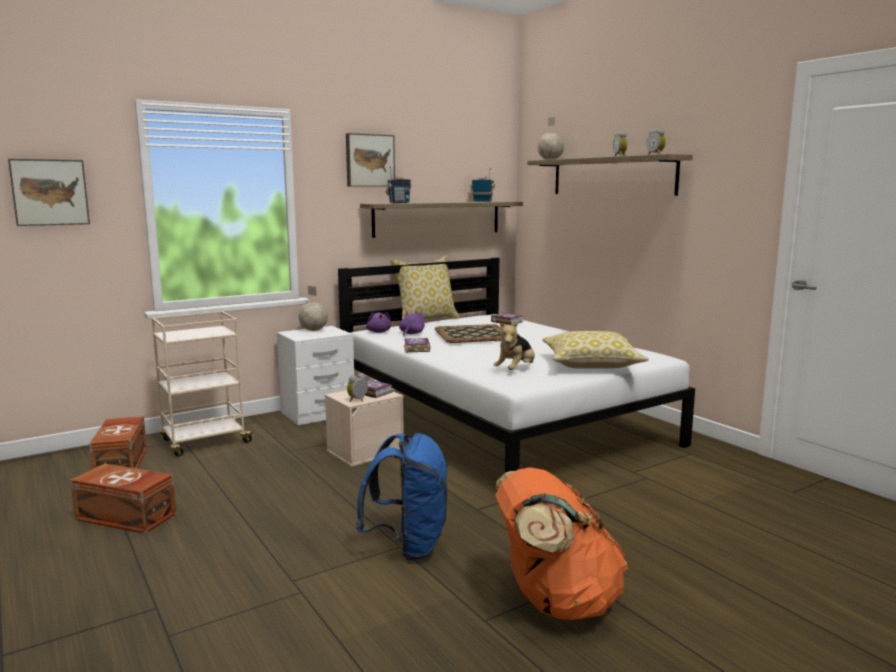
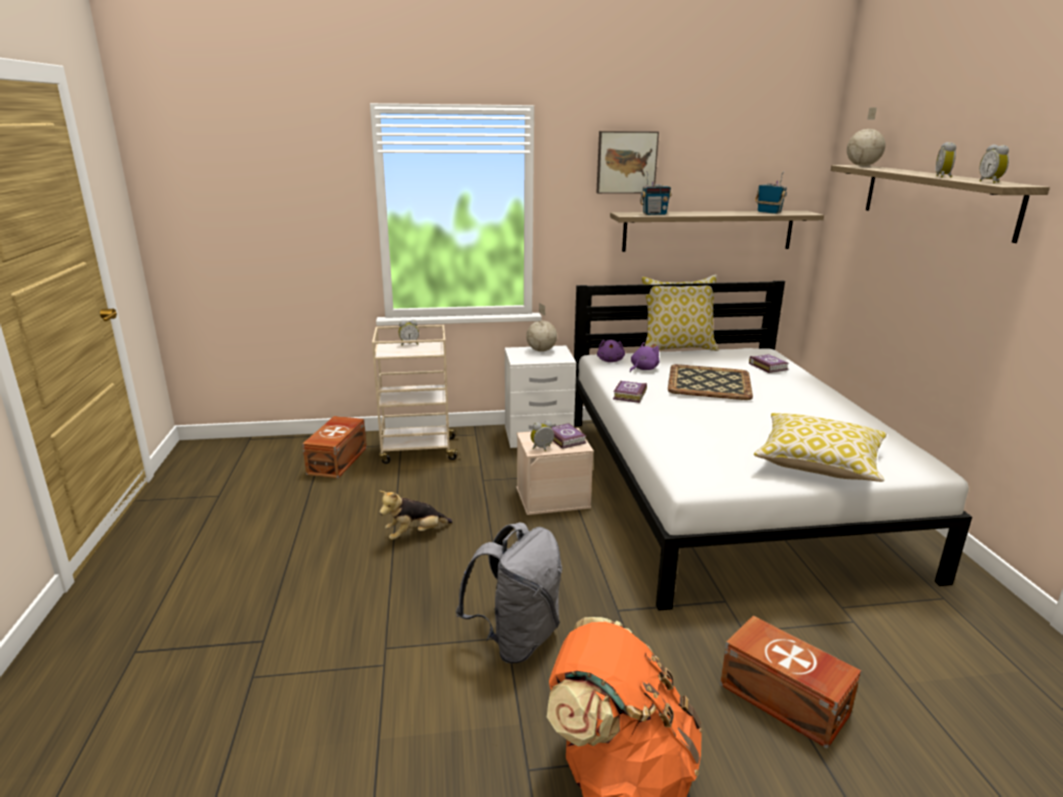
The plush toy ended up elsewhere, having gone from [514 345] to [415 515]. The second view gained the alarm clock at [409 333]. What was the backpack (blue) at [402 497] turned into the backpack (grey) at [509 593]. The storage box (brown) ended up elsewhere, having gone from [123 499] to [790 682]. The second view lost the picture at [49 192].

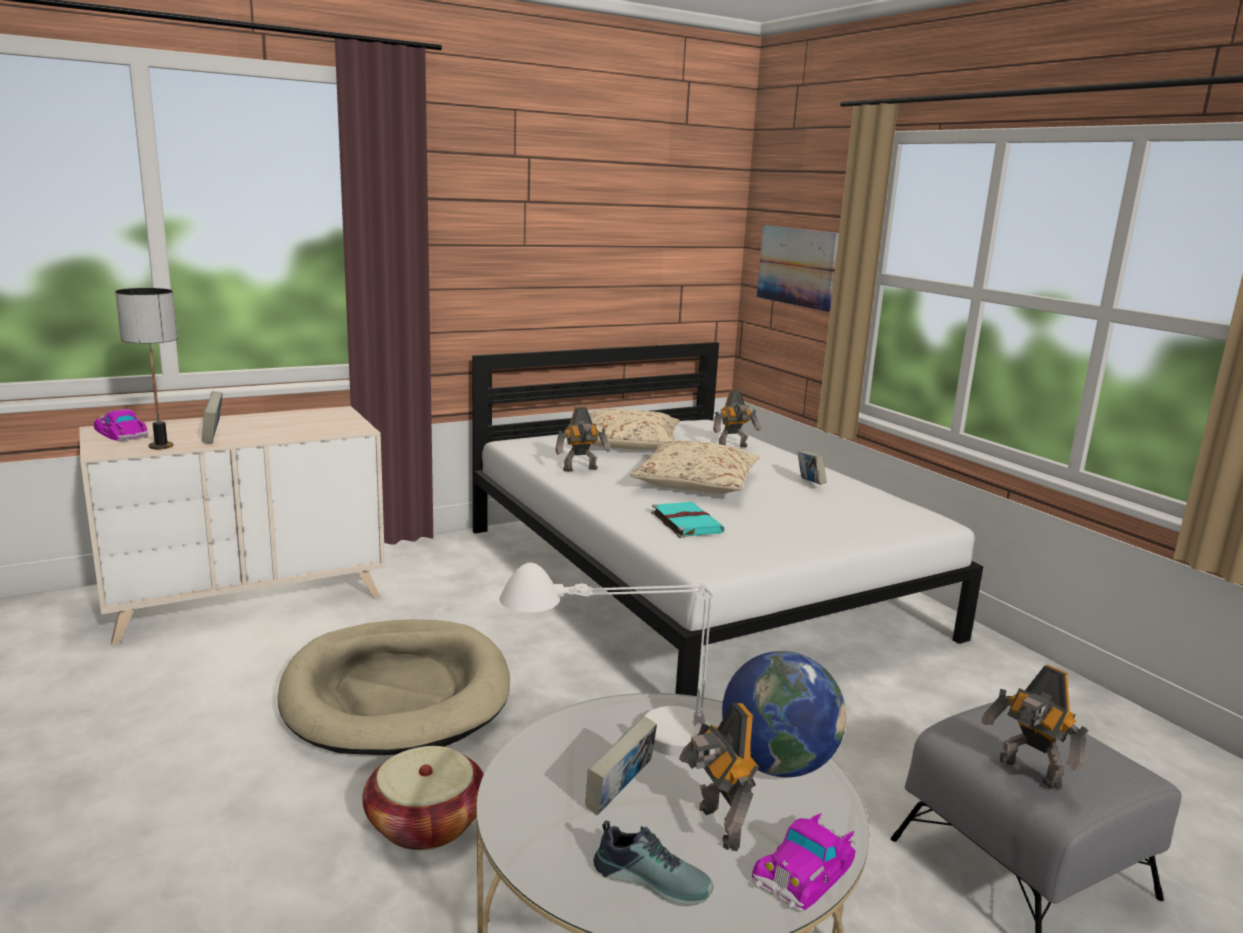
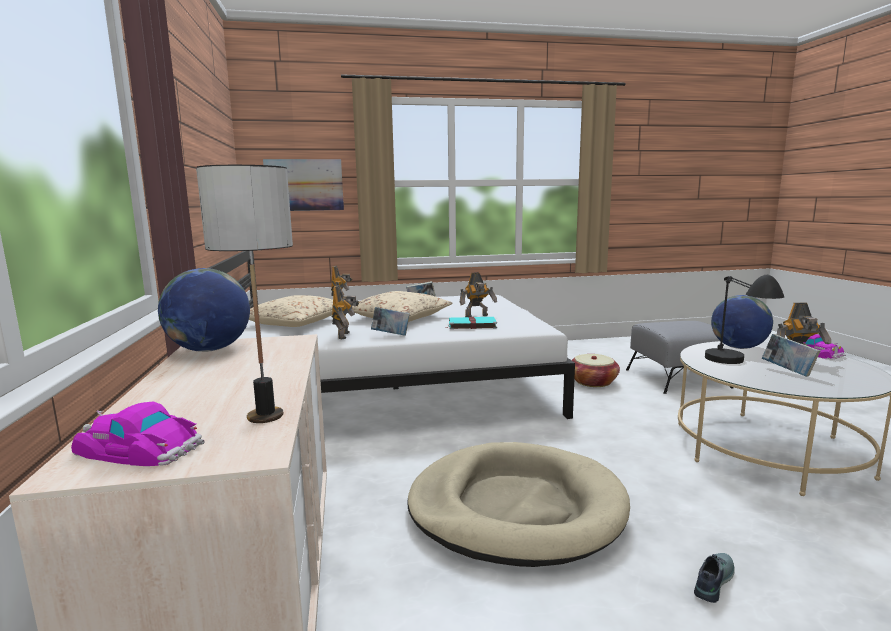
The toy car at [121 425] ended up facing another way, 45 degrees clockwise from before. The second view gained the globe at [204 310]. The book ended up elsewhere, having gone from [212 417] to [390 321]. The toy robot ended up elsewhere, having gone from [1035 727] to [478 294]. The basket ended up elsewhere, having gone from [423 798] to [596 370]. The shoe ended up elsewhere, having gone from [654 863] to [714 578]. What was the table lamp (white) at [606 659] turned into the table lamp (black) at [744 319].

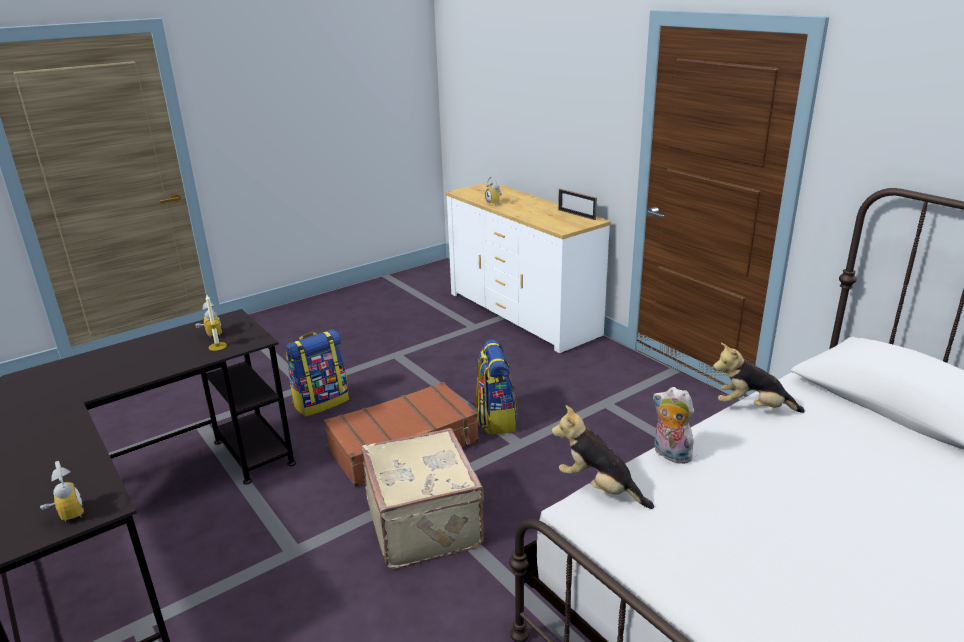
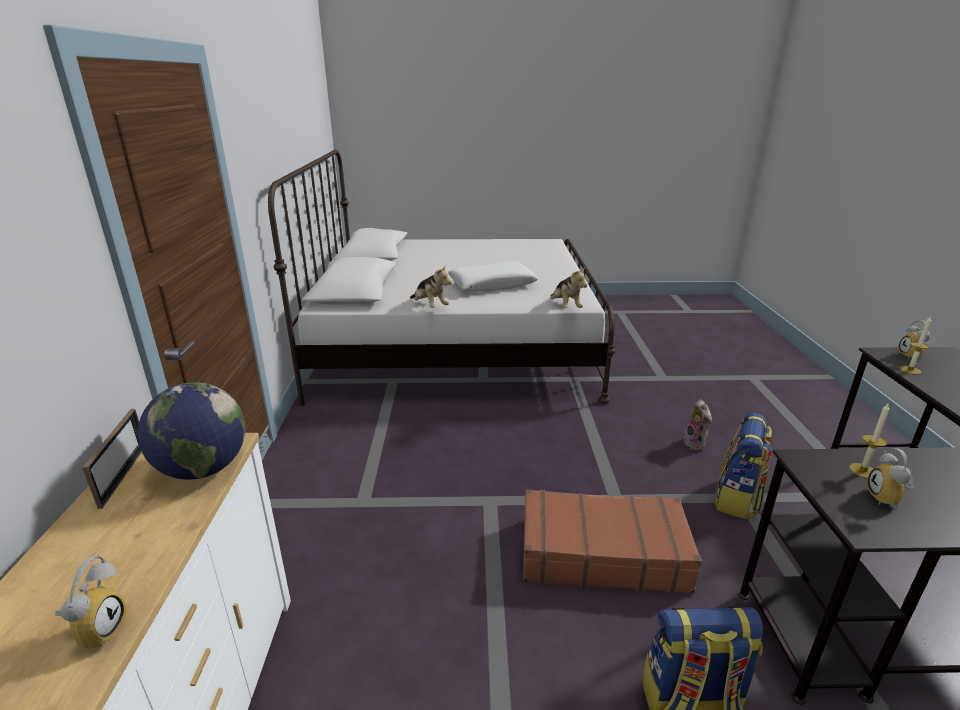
The second view gained the globe at [191 431]. The second view gained the pillow (white) at [493 276]. The plush toy ended up elsewhere, having gone from [674 425] to [698 425]. The backpack ended up elsewhere, having gone from [496 387] to [744 466]. The second view gained the candle at [916 345]. The second view lost the suitcase (beige) at [422 498].

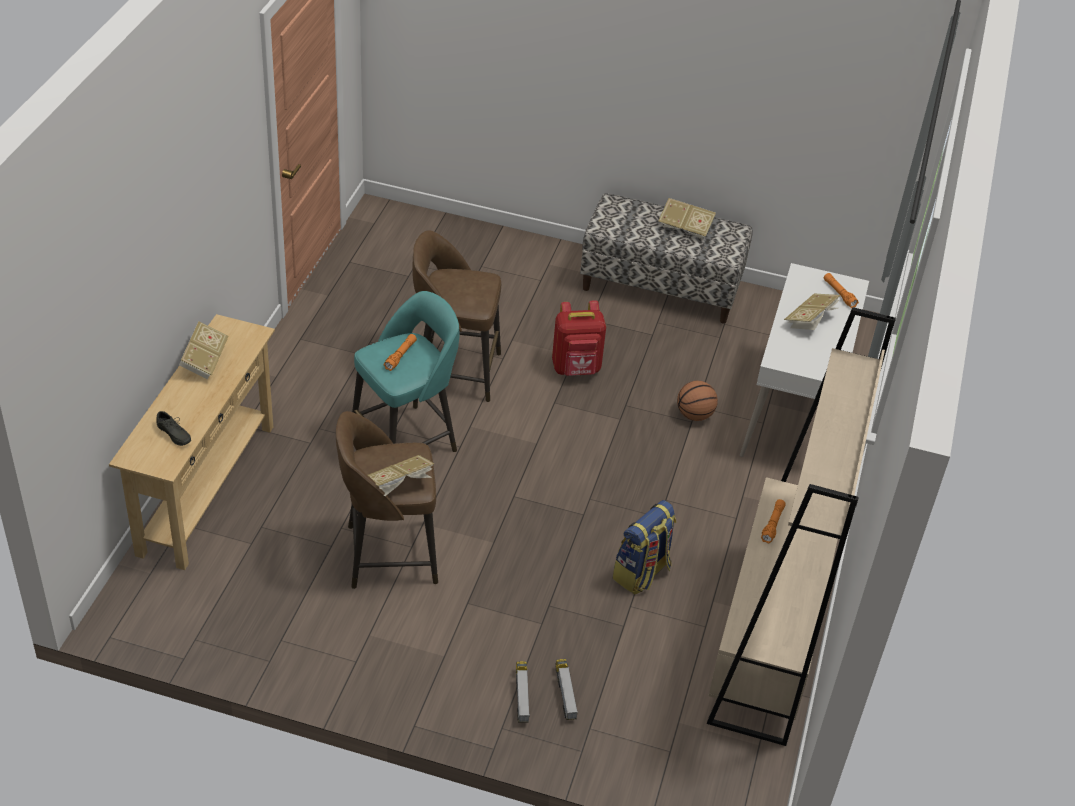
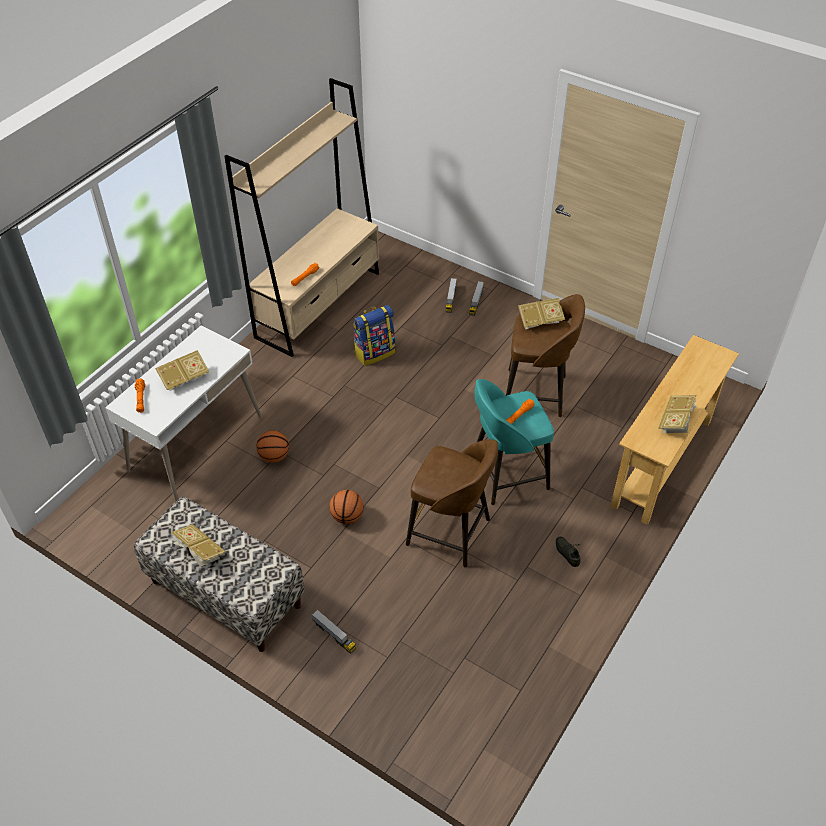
The second view gained the toy truck at [334 632]. Where the backpack (red) stood at [579 338], the basketball came to stand at [346 507]. The shoe (grey) ended up elsewhere, having gone from [173 428] to [568 551].

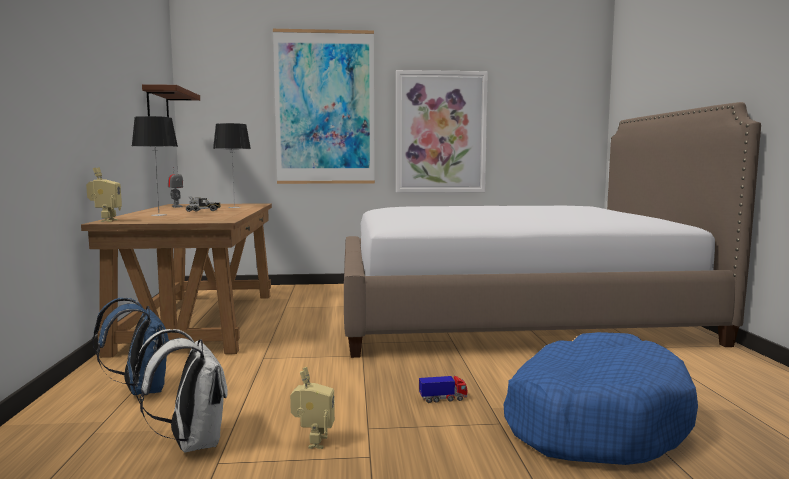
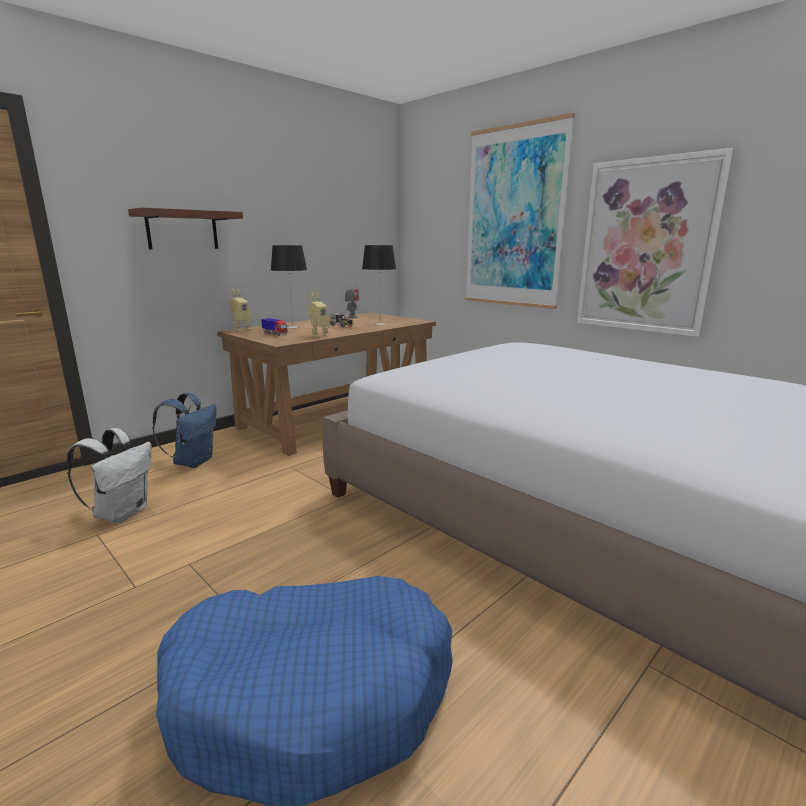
The shelf (brown) ended up elsewhere, having gone from [171 100] to [185 228]. The toy truck ended up elsewhere, having gone from [443 389] to [274 327]. The toy robot ended up elsewhere, having gone from [312 408] to [319 314].

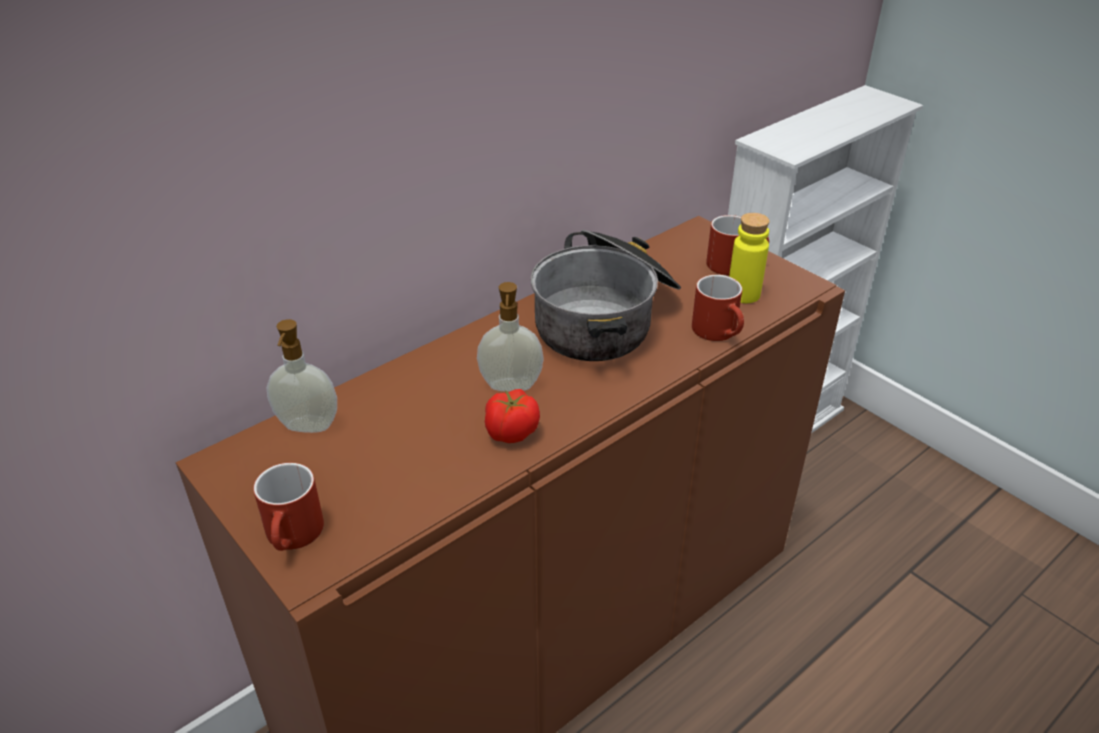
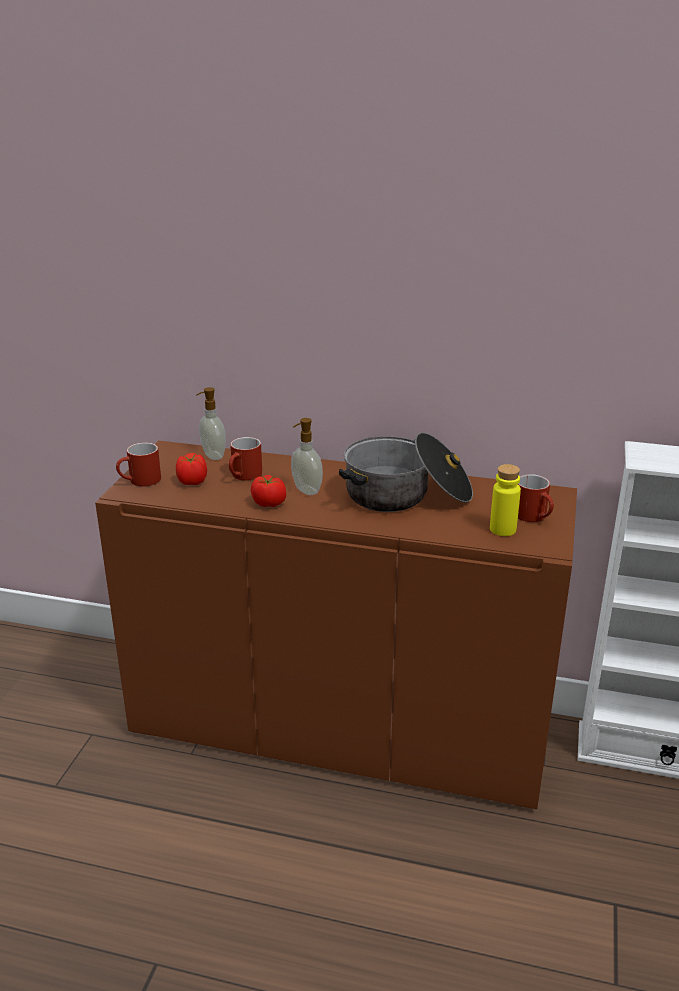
The second view gained the tomato at [191 469]. The mug (red) ended up elsewhere, having gone from [718 308] to [245 459].

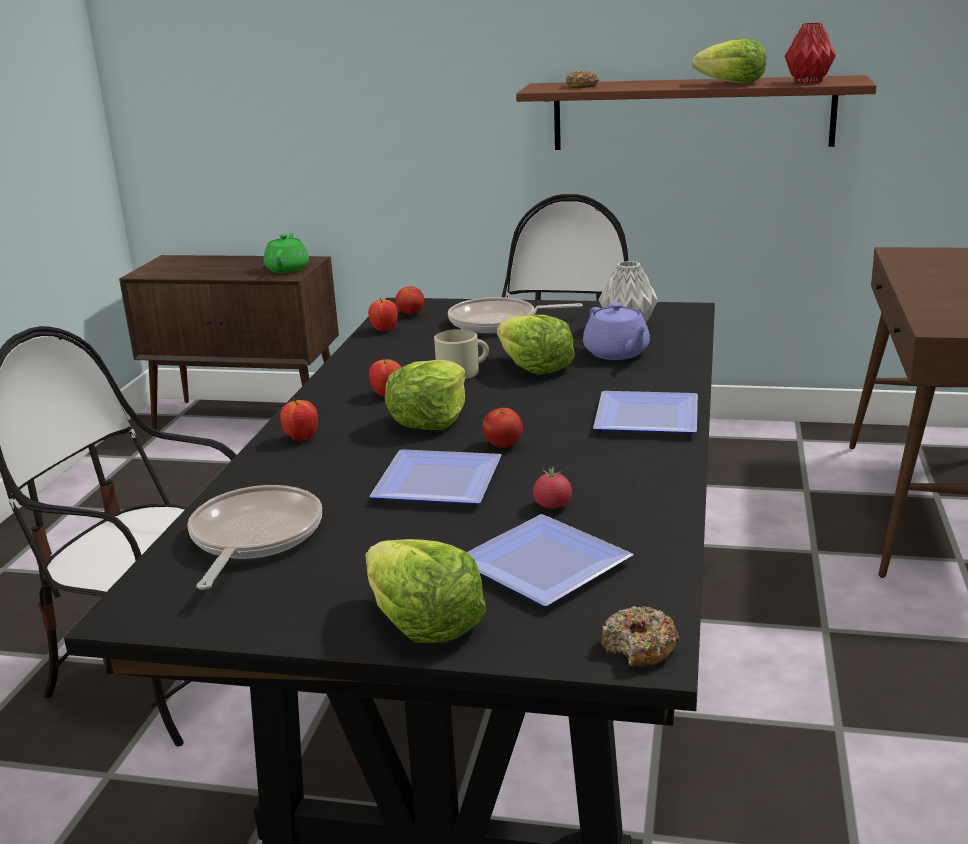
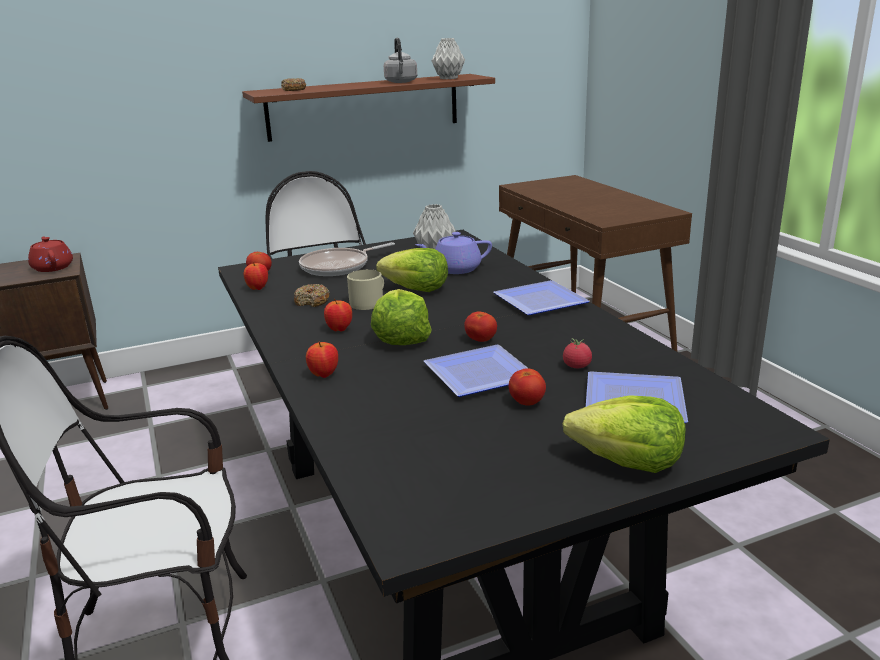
What was the teapot (green) at [286 253] turned into the teapot (red) at [50 254]. The donut ended up elsewhere, having gone from [640 636] to [312 295]. Where the lettuce stood at [729 61], the kettle (grey) came to stand at [400 60]. The teapot (purple) at [616 331] ended up facing another way, 135 degrees clockwise from before. What was the vase (red) at [810 53] turned into the vase (grey) at [448 58]. The second view gained the tomato at [527 387]. The second view lost the frying pan at [254 537].

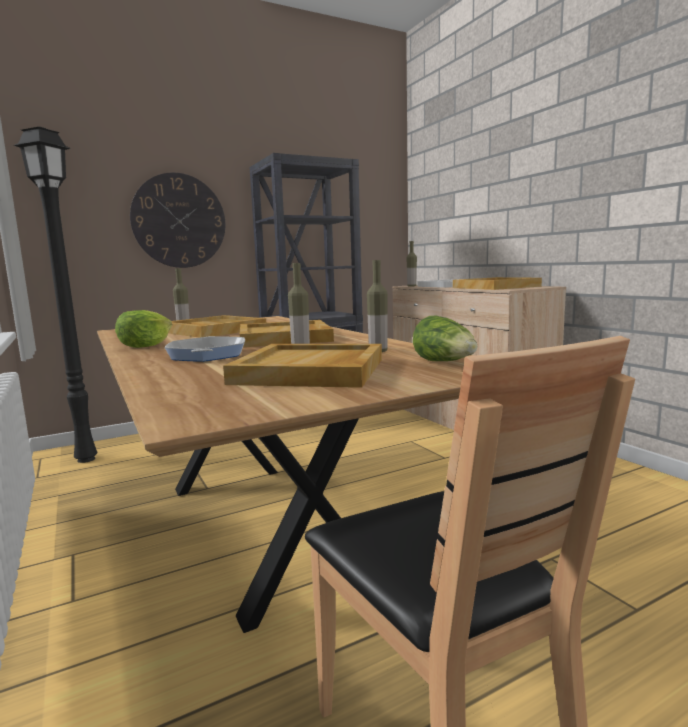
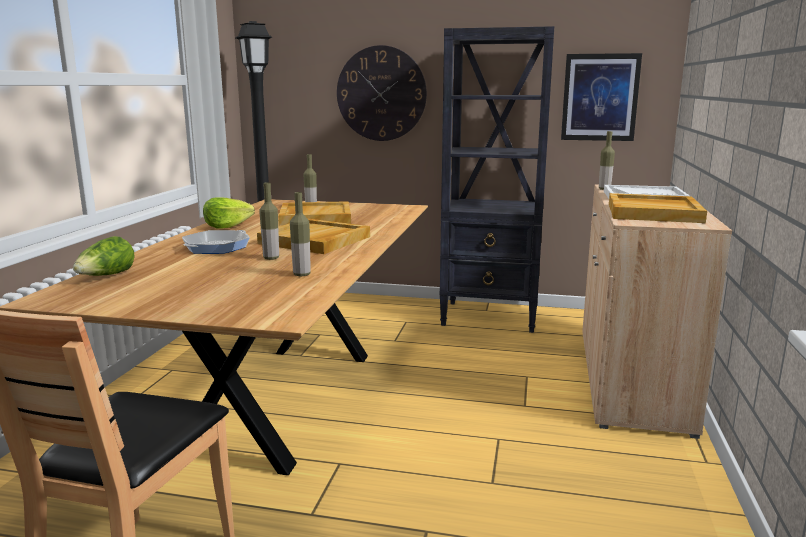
The lettuce ended up elsewhere, having gone from [445 338] to [104 256]. The second view gained the picture at [601 97]. The second view lost the tray (beige) at [302 366].

